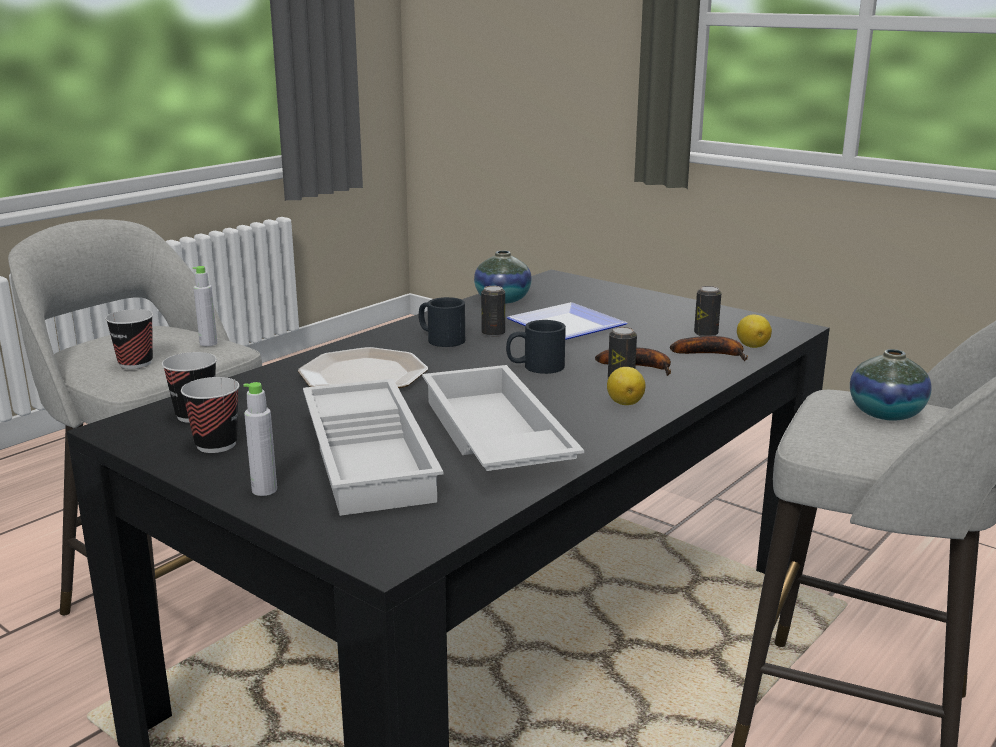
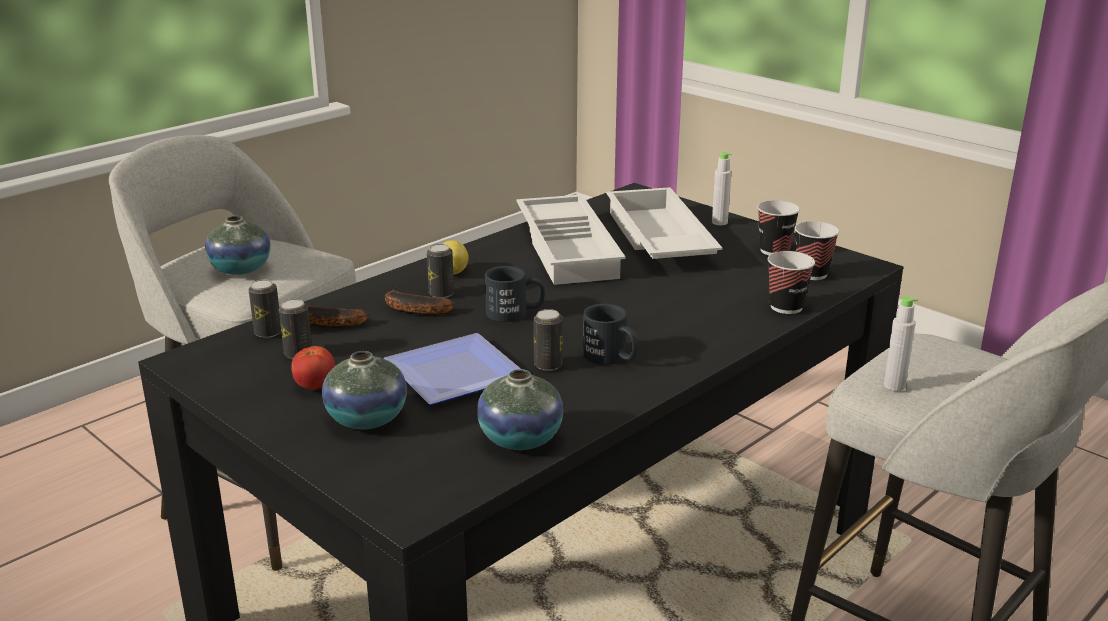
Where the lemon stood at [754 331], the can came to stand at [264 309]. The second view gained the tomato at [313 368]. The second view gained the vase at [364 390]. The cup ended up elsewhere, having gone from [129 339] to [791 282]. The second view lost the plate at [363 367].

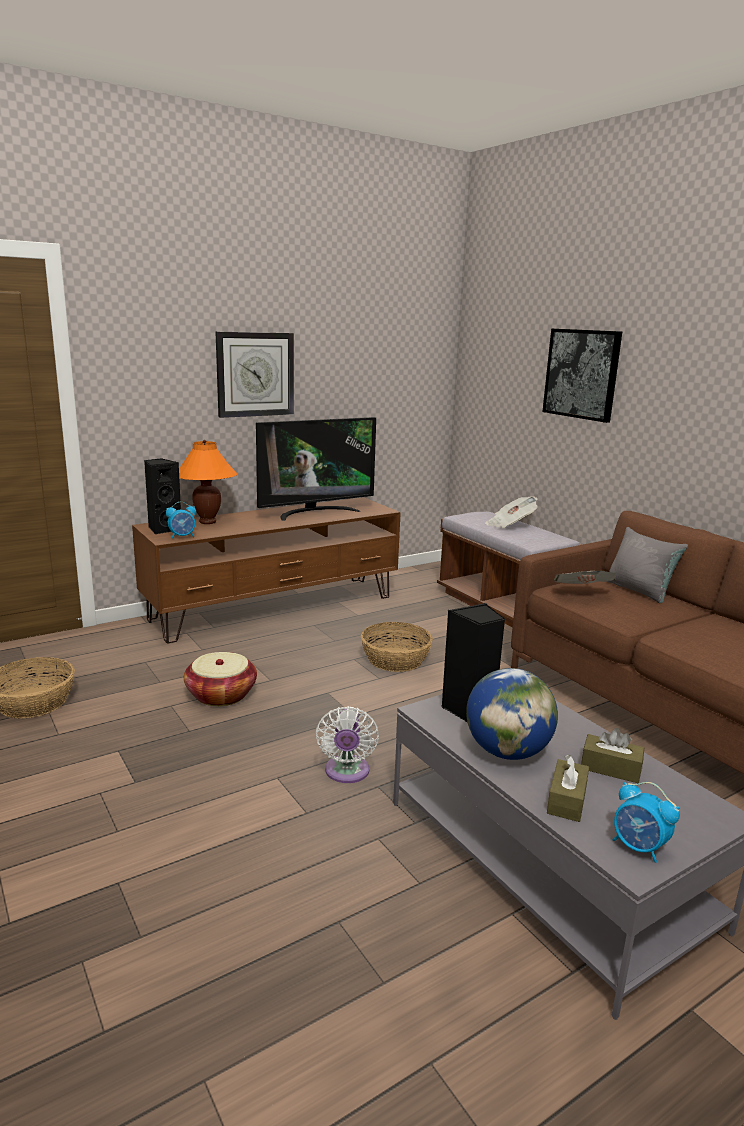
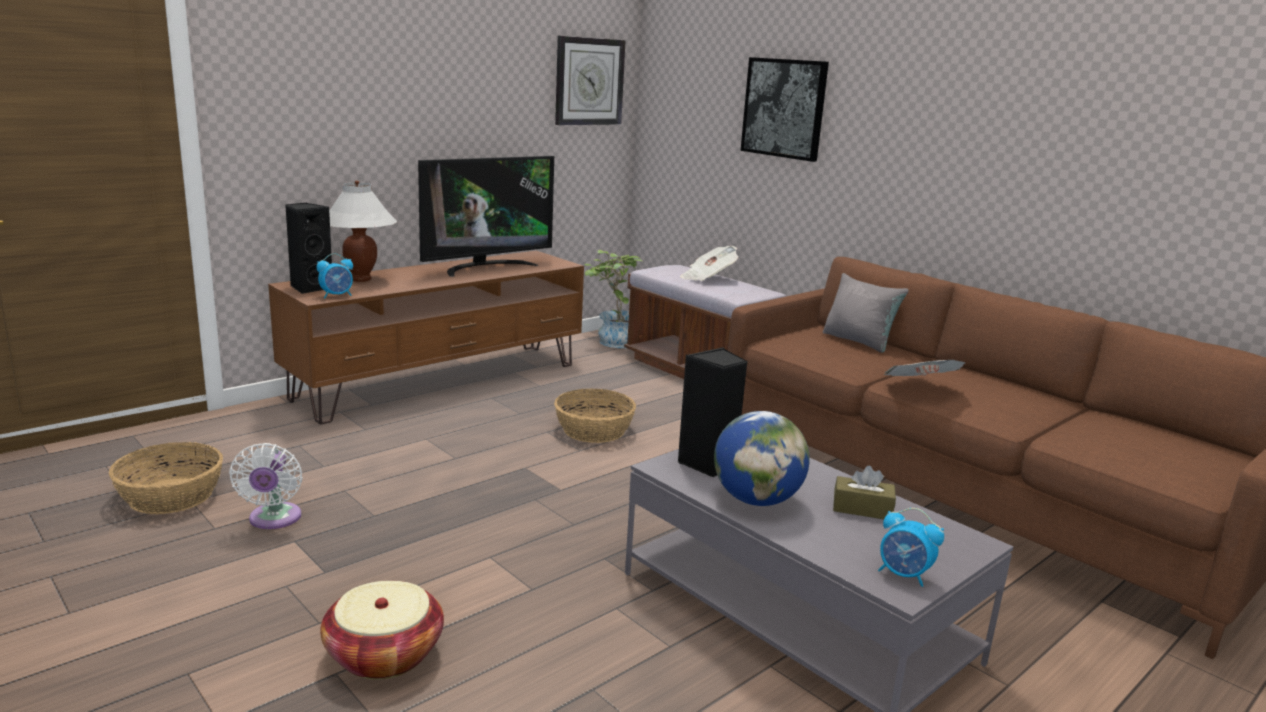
The fan (white) ended up elsewhere, having gone from [347 744] to [265 486]. The basket ended up elsewhere, having gone from [220 679] to [382 630]. What was the table lamp (orange) at [208 482] turned into the table lamp (white) at [363 231]. The wall clock ended up elsewhere, having gone from [255 375] to [590 80]. The second view gained the potted plant at [613 299]. The newspaper ended up elsewhere, having gone from [585 577] to [924 368]. The second view lost the tissue box (brown) at [568 788].

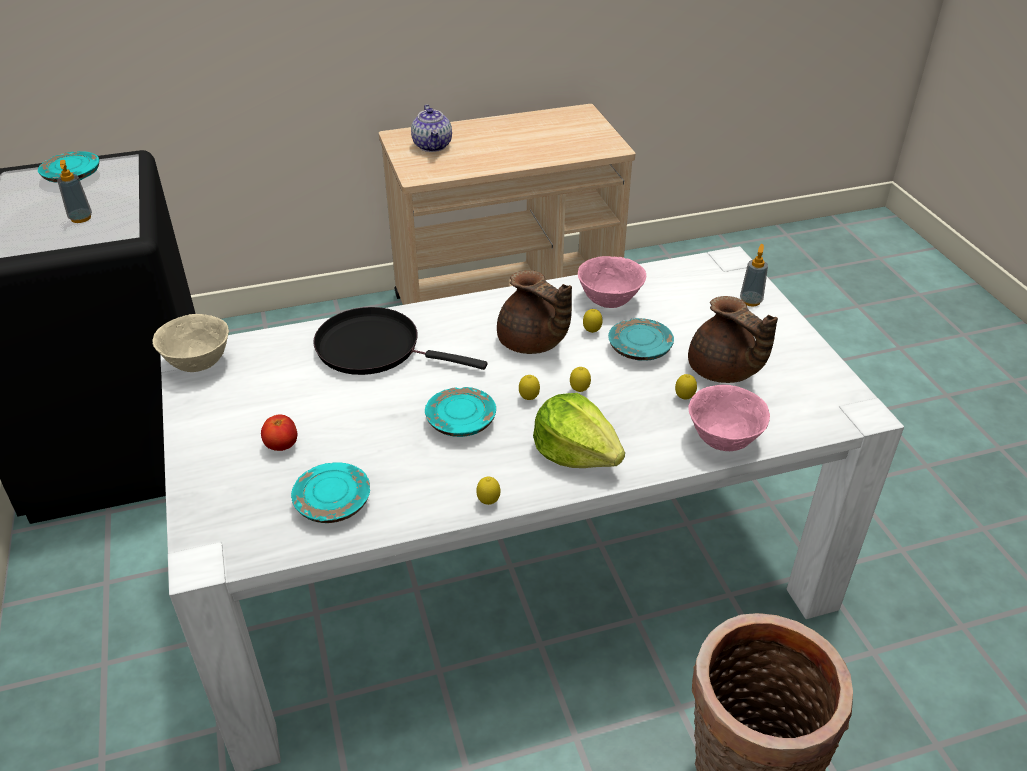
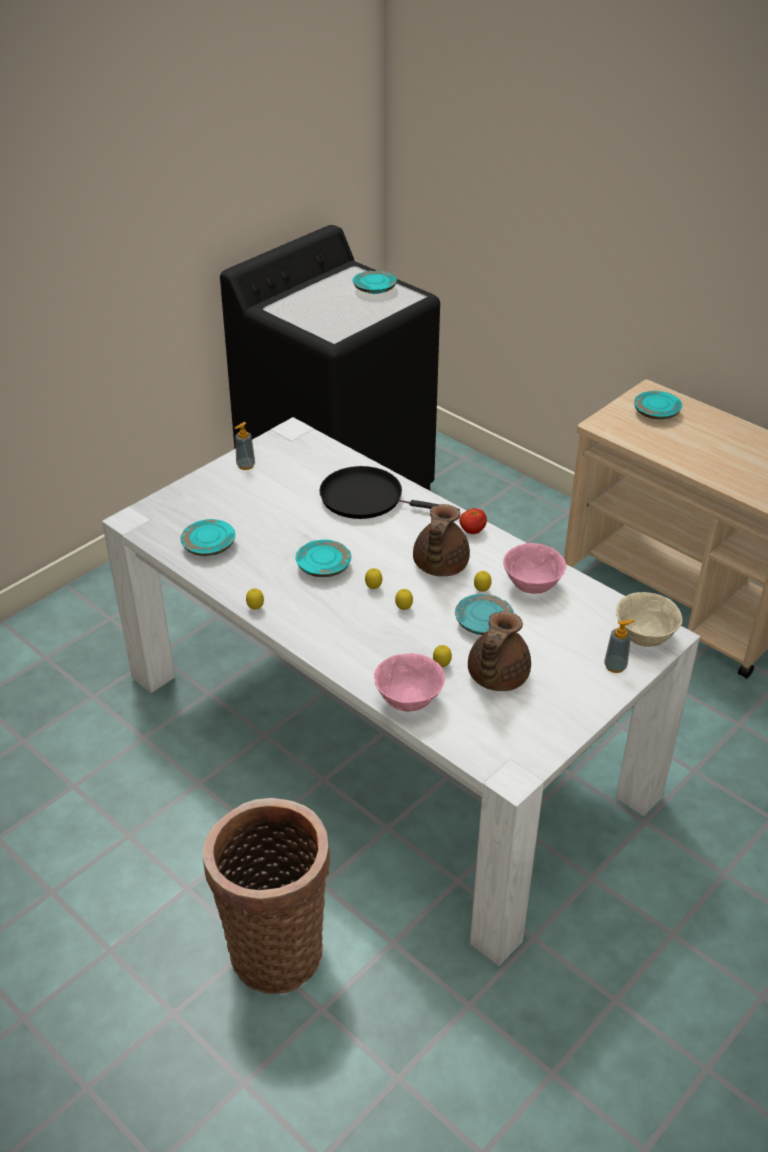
The soap dispenser ended up elsewhere, having gone from [74 191] to [245 446]. The frying pan (black) at [400 341] ended up facing another way, 60 degrees counterclockwise from before. The tomato ended up elsewhere, having gone from [279 432] to [473 521]. The bowl (beige) ended up elsewhere, having gone from [190 343] to [649 619]. Where the teapot stood at [431 128], the plate (turquoise) came to stand at [658 405]. The second view lost the lettuce at [579 430].

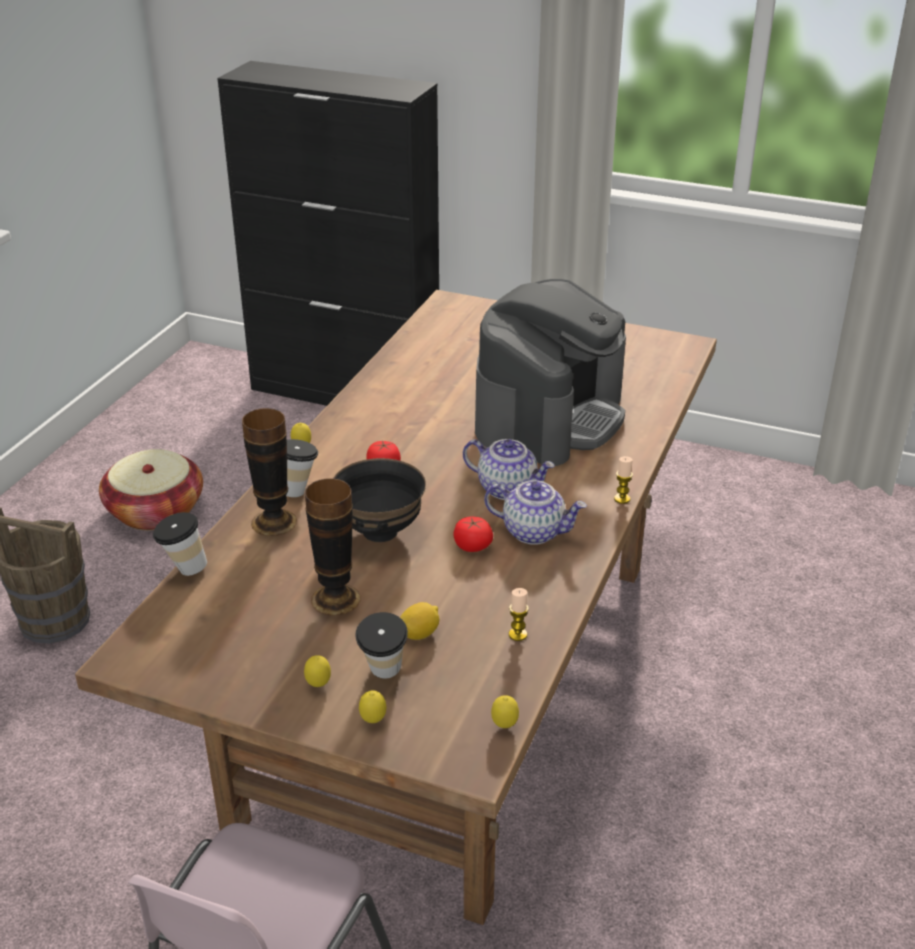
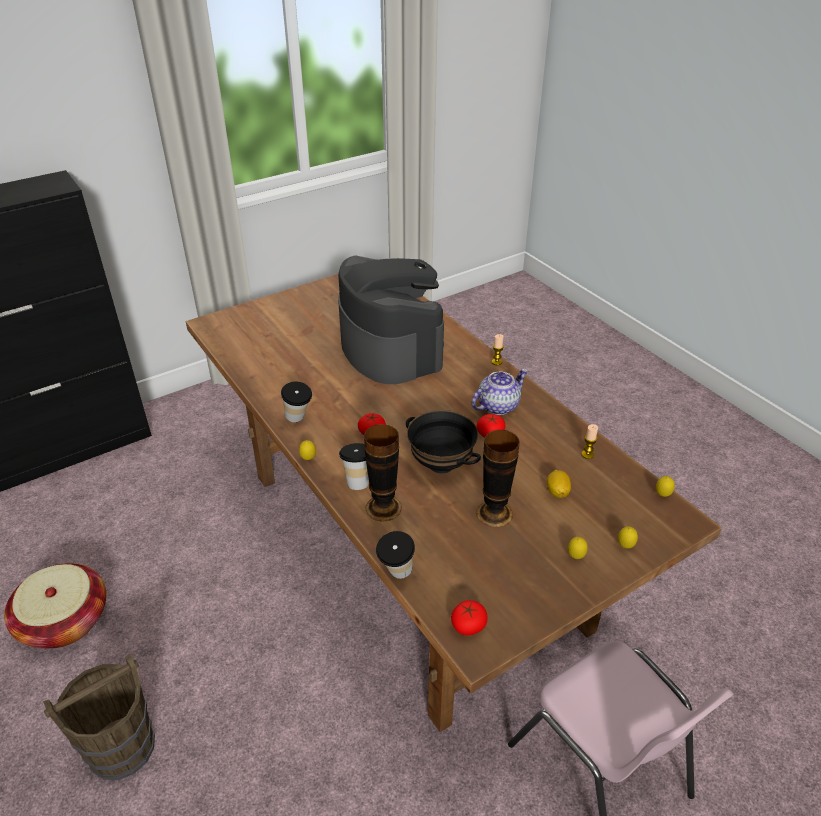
The cup ended up elsewhere, having gone from [381 645] to [296 402]. The second view gained the tomato at [469 617]. The second view lost the teapot at [509 469].

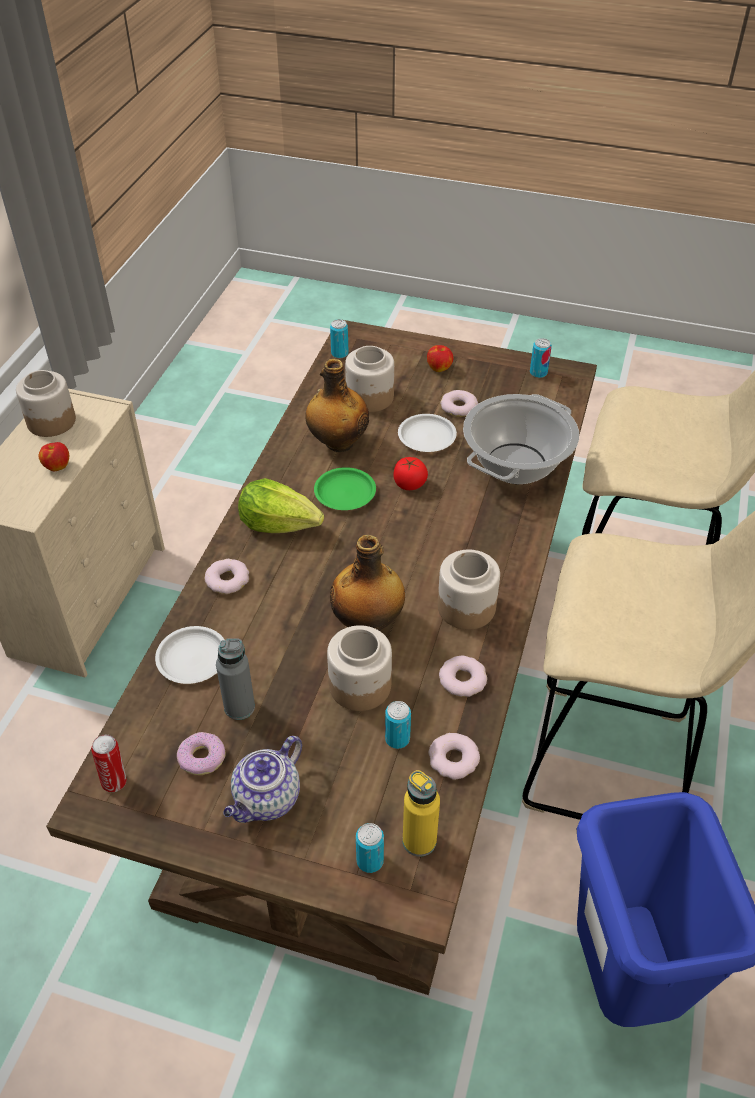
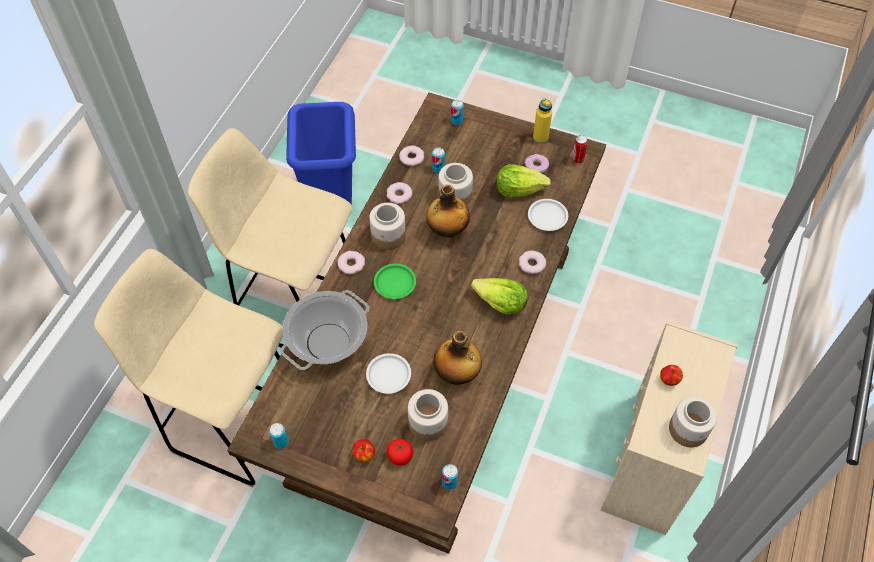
The donut ended up elsewhere, having gone from [459 403] to [351 262]. The plate (green) ended up elsewhere, having gone from [345 488] to [395 281]. The tomato ended up elsewhere, having gone from [410 473] to [400 452]. Where the bottle (grey) stood at [235 679], the lettuce came to stand at [524 181]. The bottle (yellow) ended up elsewhere, having gone from [421 813] to [542 121]. The second view lost the teapot at [262 779].

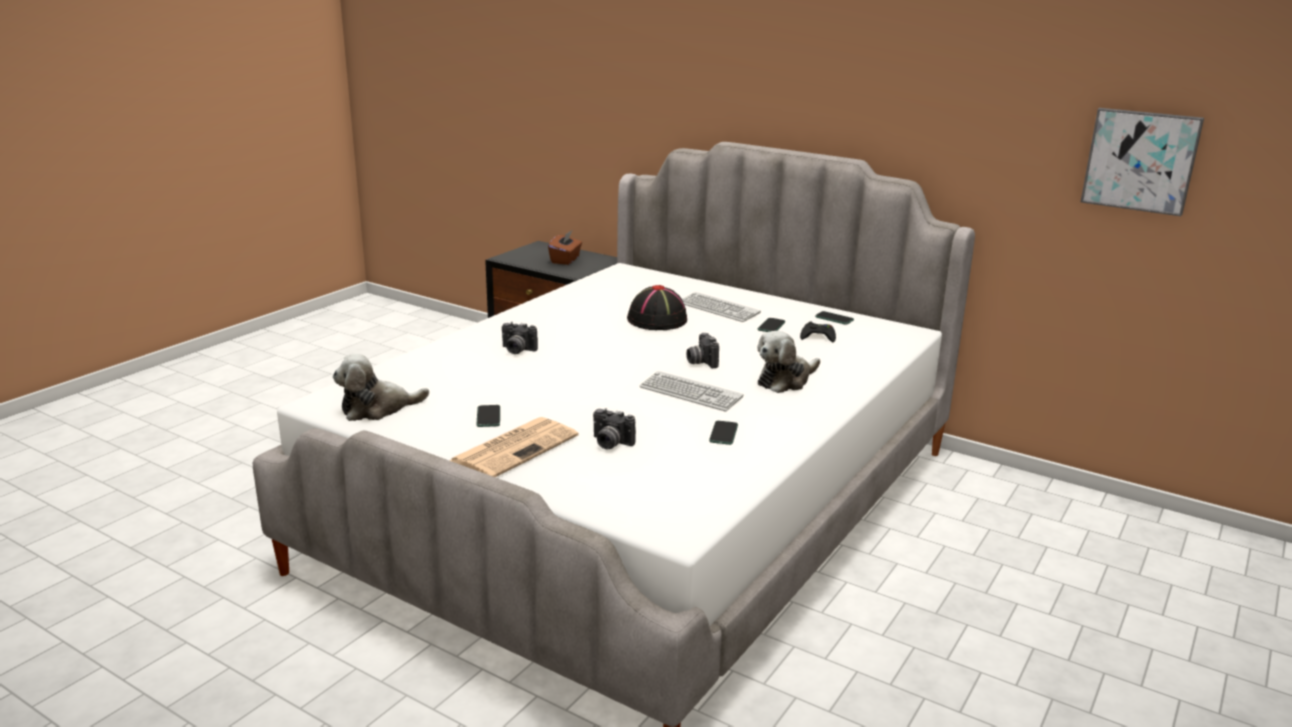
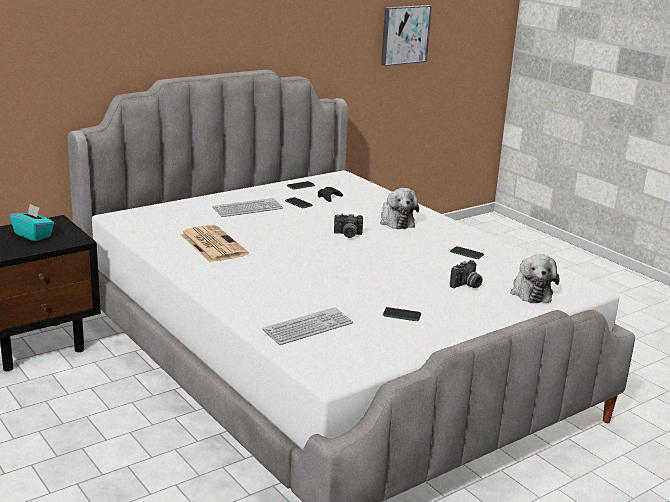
What was the tissue box (brown) at [565 247] turned into the tissue box (turquoise) at [32 222]. The newspaper ended up elsewhere, having gone from [514 447] to [214 243]. The keyboard ended up elsewhere, having gone from [691 391] to [307 326]. The plush toy ended up elsewhere, having gone from [381 387] to [535 278]. The second view lost the photo camera at [520 338]. The second view lost the hat (black) at [657 307].

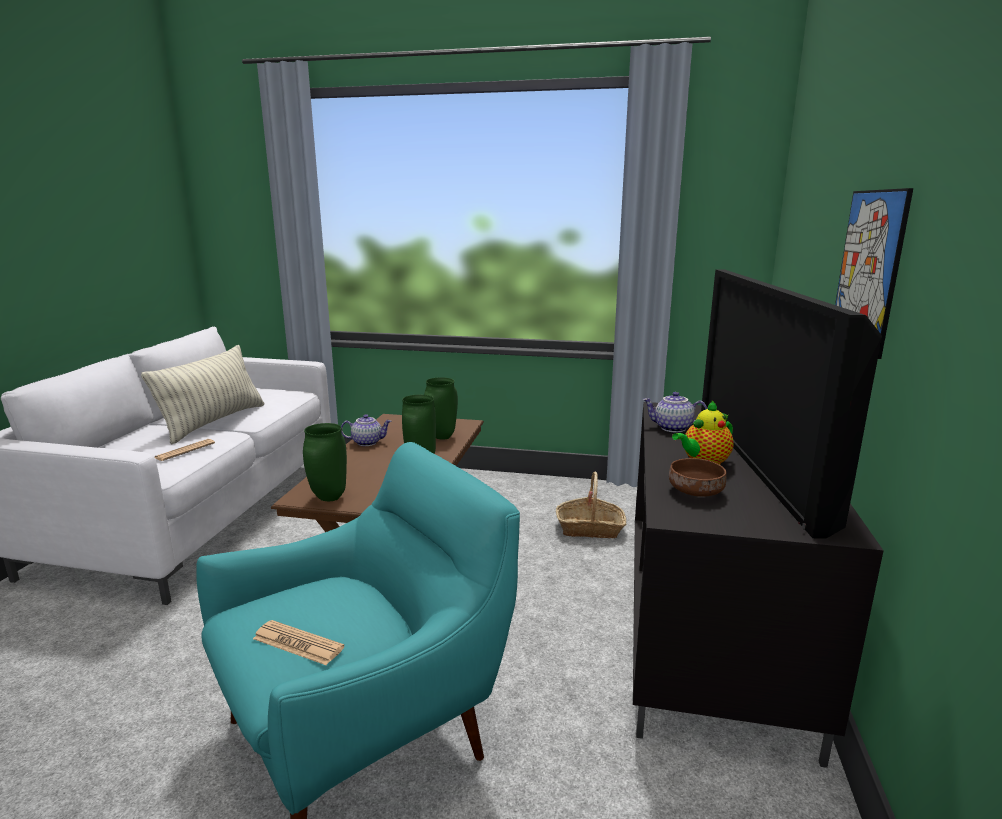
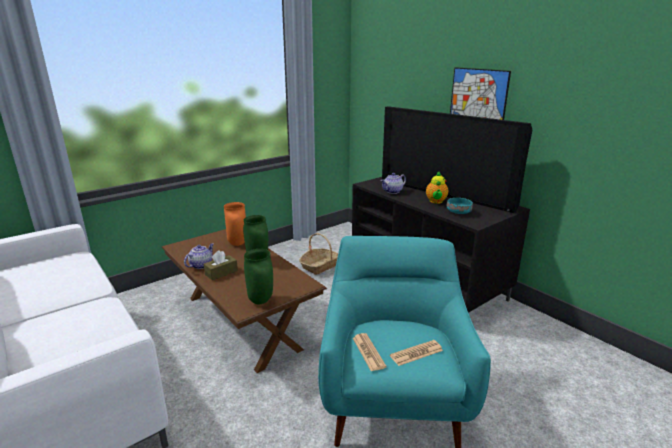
The second view gained the tissue box (brown) at [221 265]. What was the vase (green) at [441 408] turned into the vase (orange) at [235 224]. The newspaper ended up elsewhere, having gone from [185 450] to [370 352]. What was the bowl (brown) at [697 477] turned into the bowl (turquoise) at [460 206]. The second view lost the pillow at [202 394].

